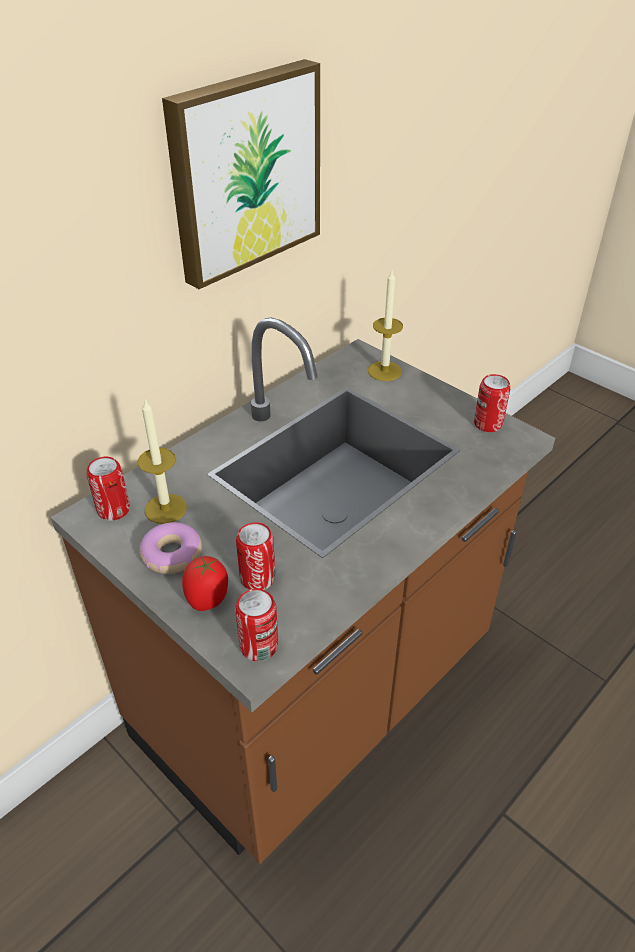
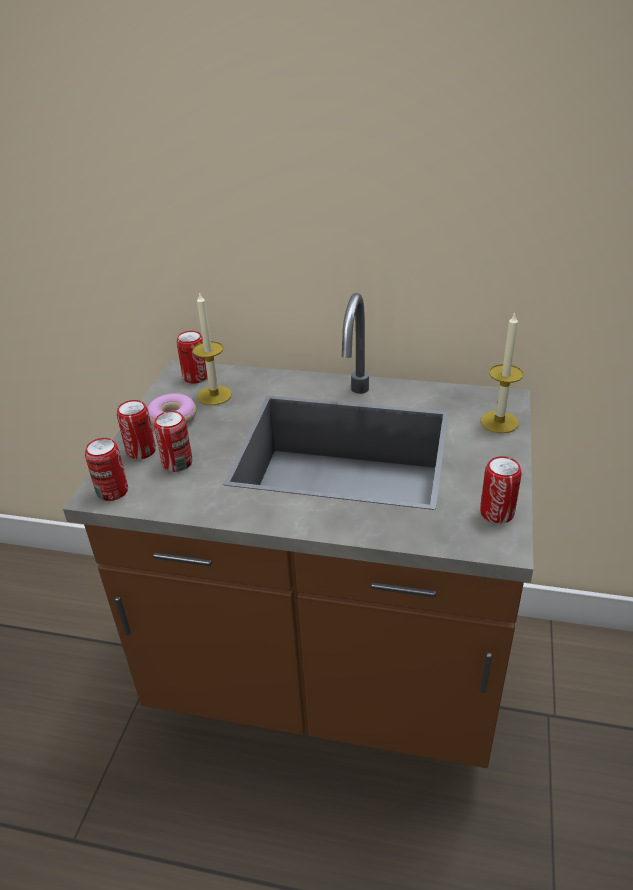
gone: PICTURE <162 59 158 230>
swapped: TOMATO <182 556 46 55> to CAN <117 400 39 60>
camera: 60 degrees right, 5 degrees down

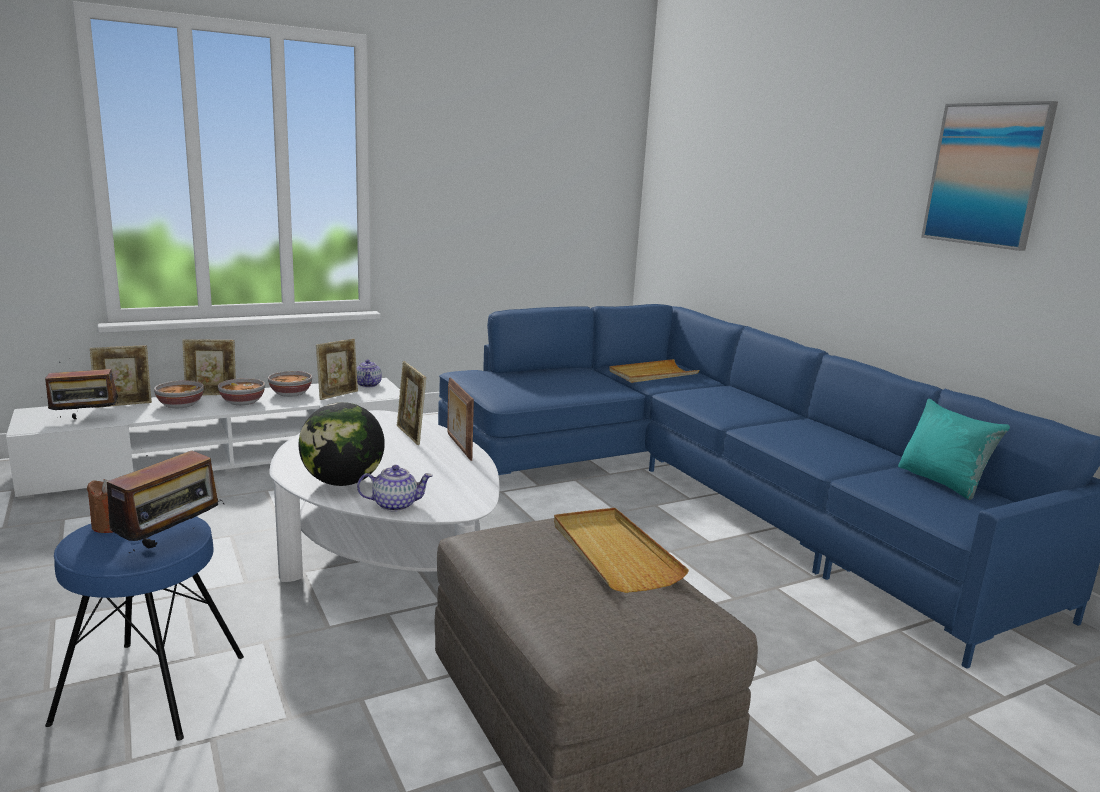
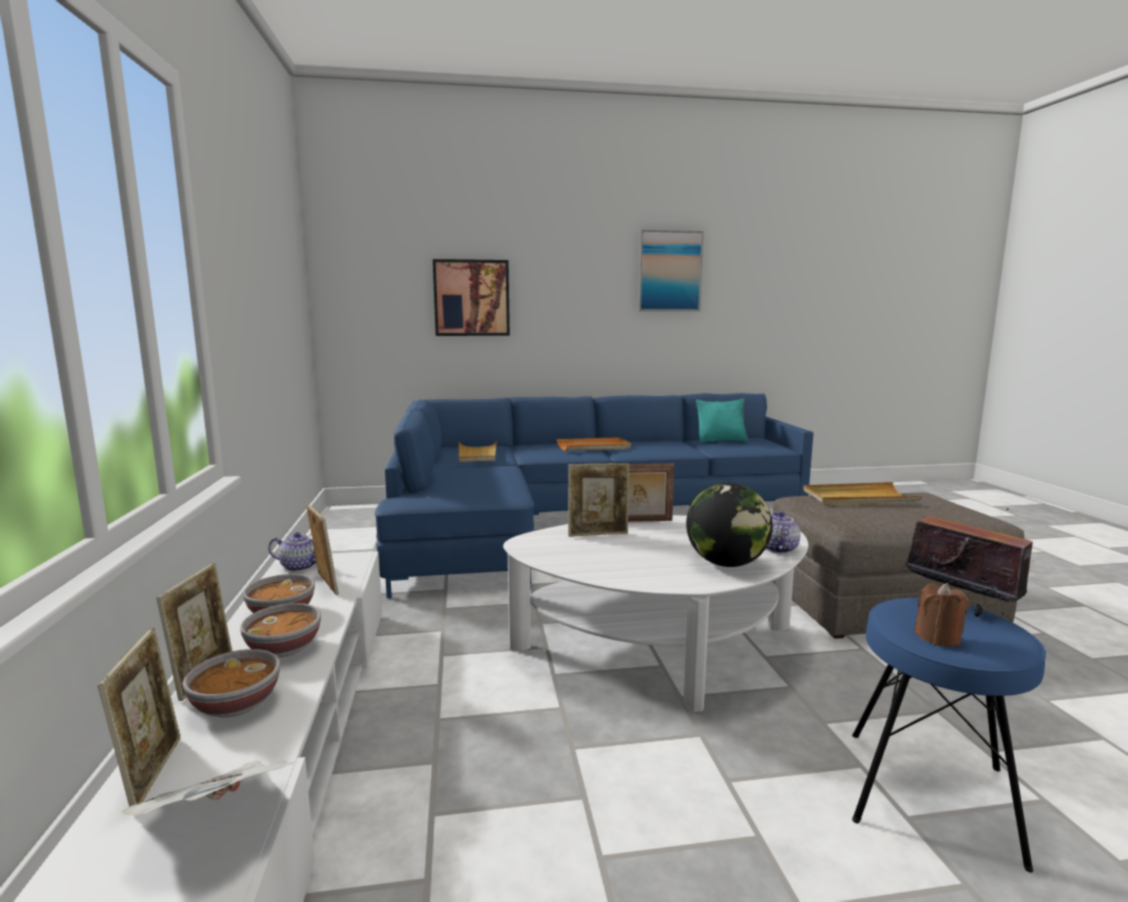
new: PICTURE <433 259 77 77>; ORANGE TRAY <557 437 74 14>
swapped: RADIO <45 369 73 50> to NEWSPAPER <121 760 175 56>
camera: 70 degrees left, 5 degrees down

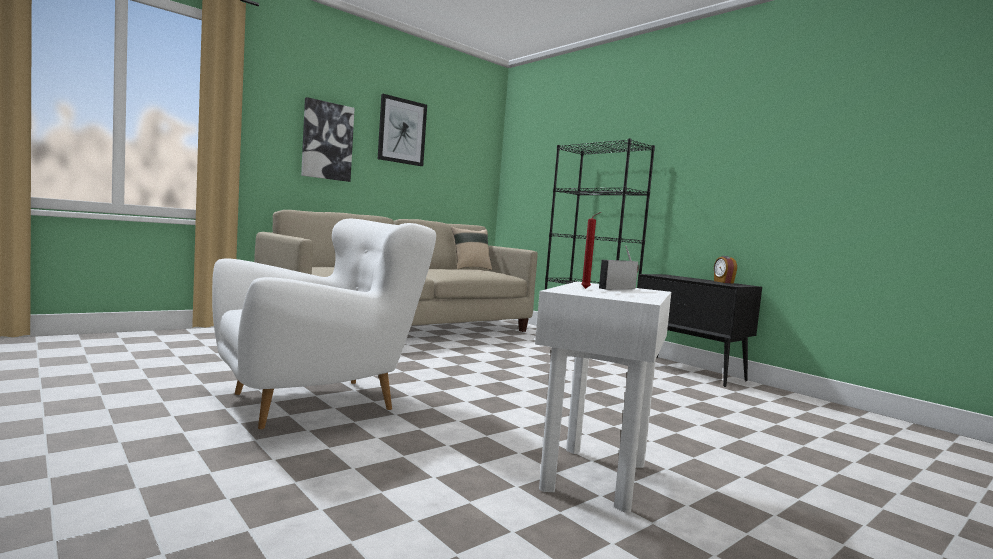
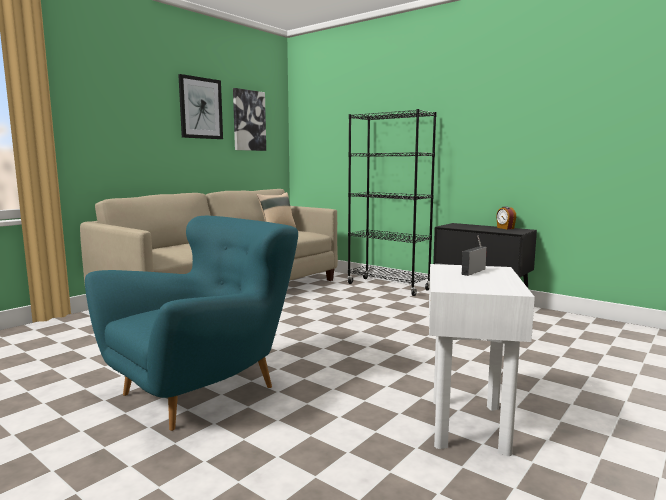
gone: RED CANDLE <581 212 20 77>
shifted: PICTURE <301 97 54 85> to <233 88 33 63>
repainted: WHITE ARMCHAIR <212 219 224 210> to TURQUOISE ARMCHAIR <85 216 213 215>
camera: 10 degrees left, 5 degrees up

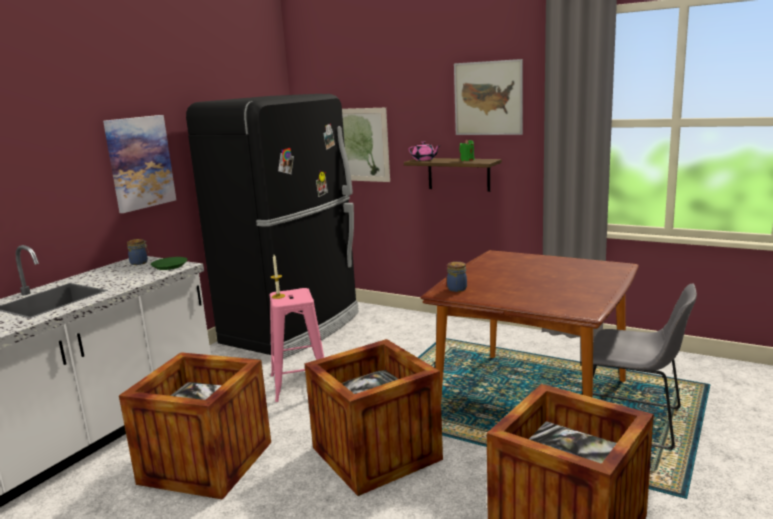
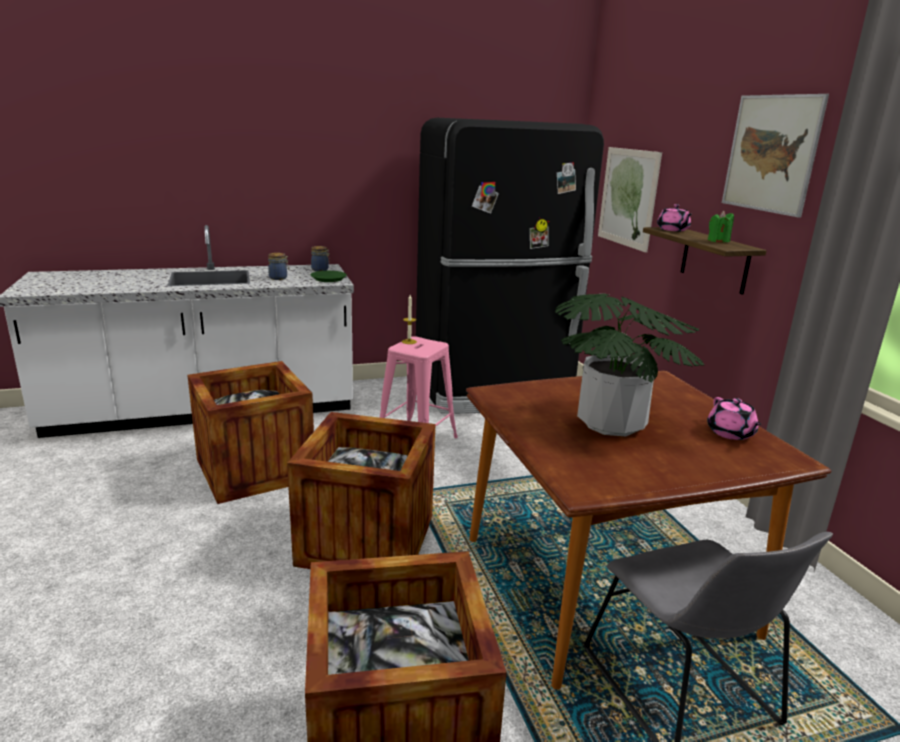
gone: PICTURE <103 115 73 98>
new: POTTED PLANT <555 293 149 143>; PINK TEAPOT <707 397 54 43>
shifted: JAR <447 262 20 30> to <268 253 21 27>
camera: 40 degrees right, 5 degrees up

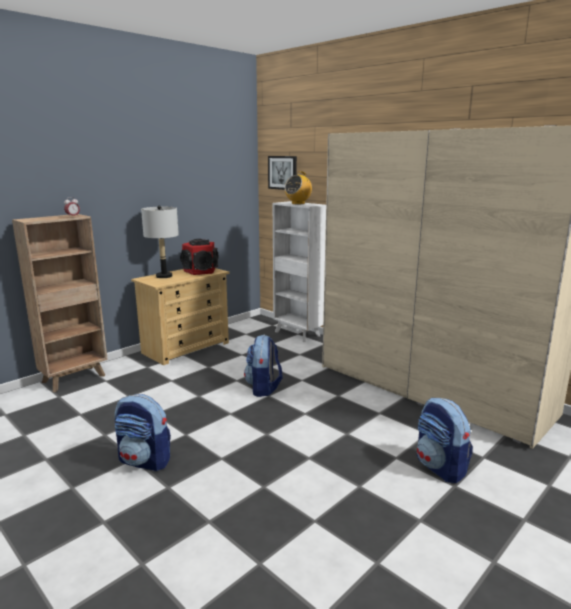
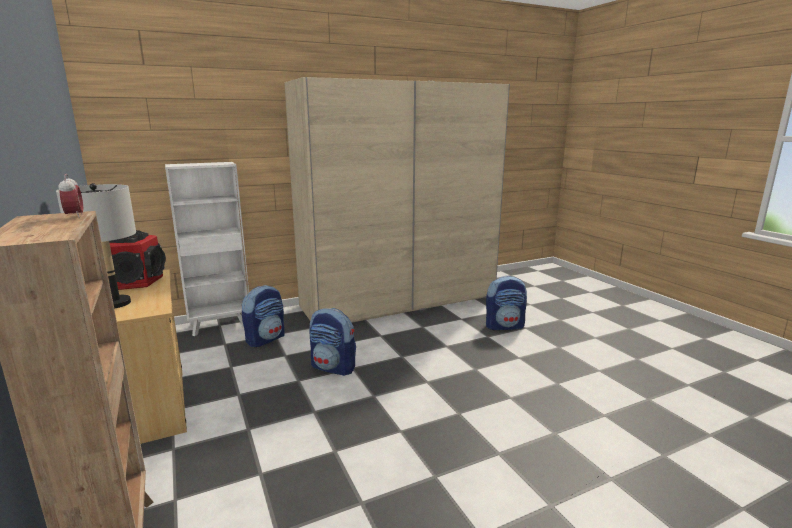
gone: PICTURE <268 156 29 34>; RADIO <285 171 27 33>
shifted: BACKPACK <115 394 56 77> to <242 285 42 62>
camera: 70 degrees left, 0 degrees up

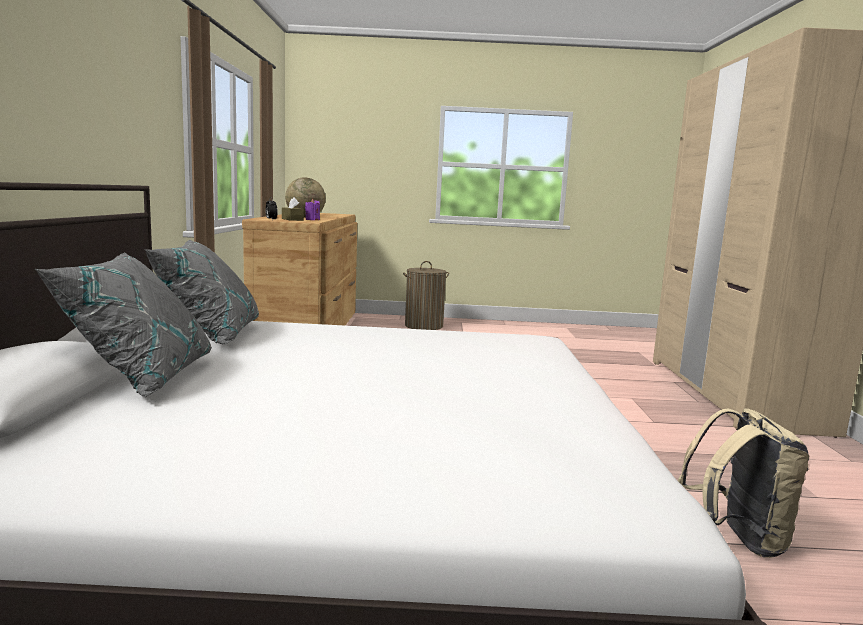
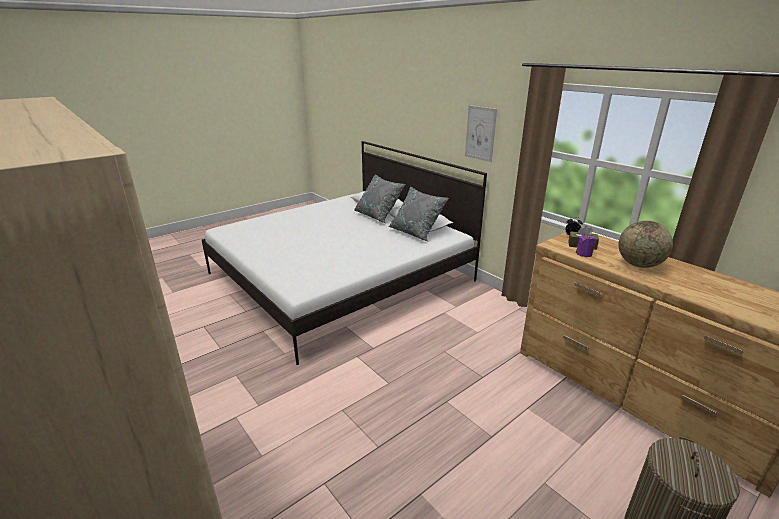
gone: BEIGE BACKPACK <678 408 131 150>
new: PICTURE <465 105 32 57>
camera: 140 degrees right, 15 degrees up

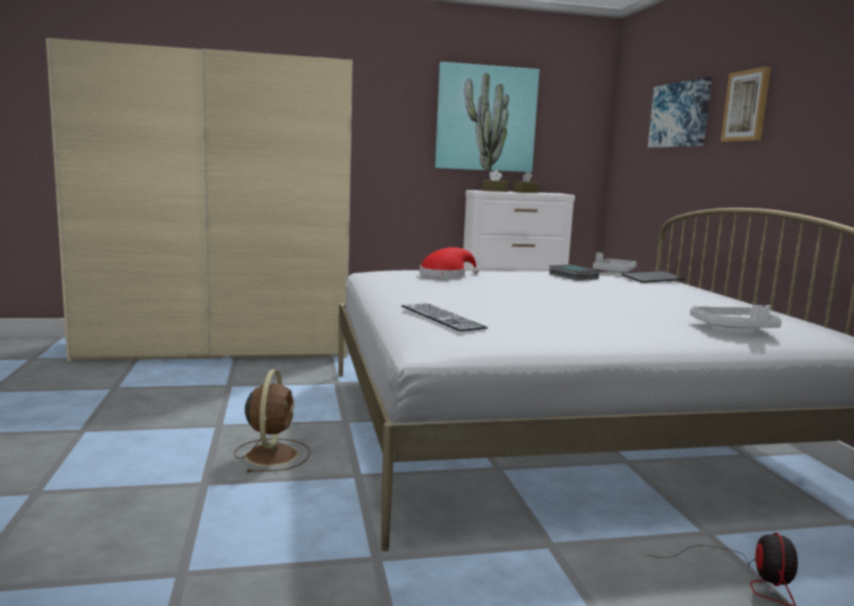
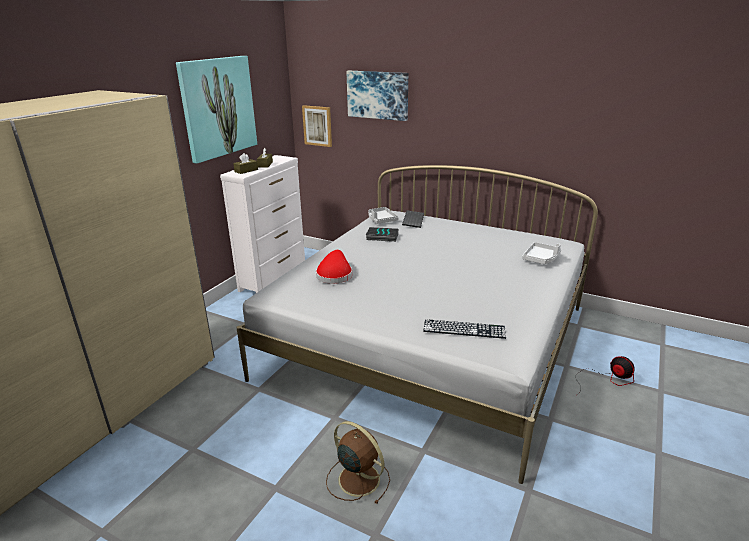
shifted: PICTURE <721 66 50 76> to <302 105 30 42>
camera: 50 degrees left, 15 degrees up

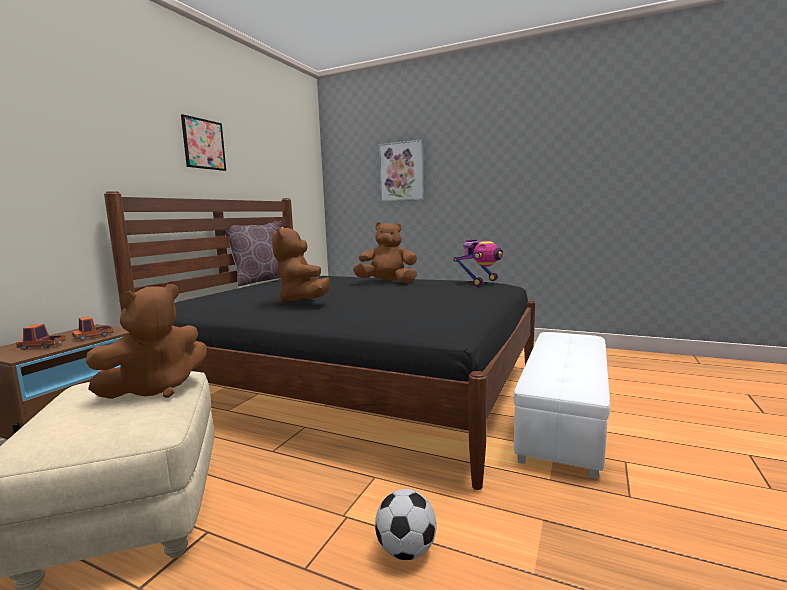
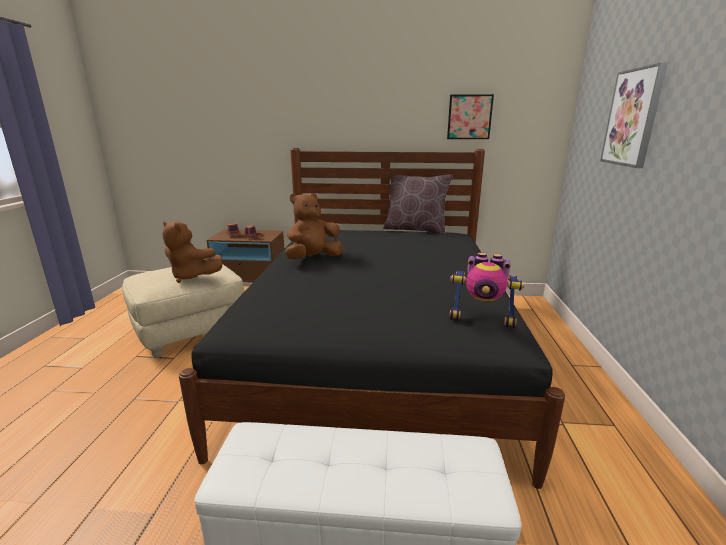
gone: BROWN PLUSH TOY <353 222 64 61>; FOOTBALL <375 489 61 71>
shifted: PICTURE <181 114 45 57> to <447 94 47 45>
camera: 70 degrees right, 10 degrees up

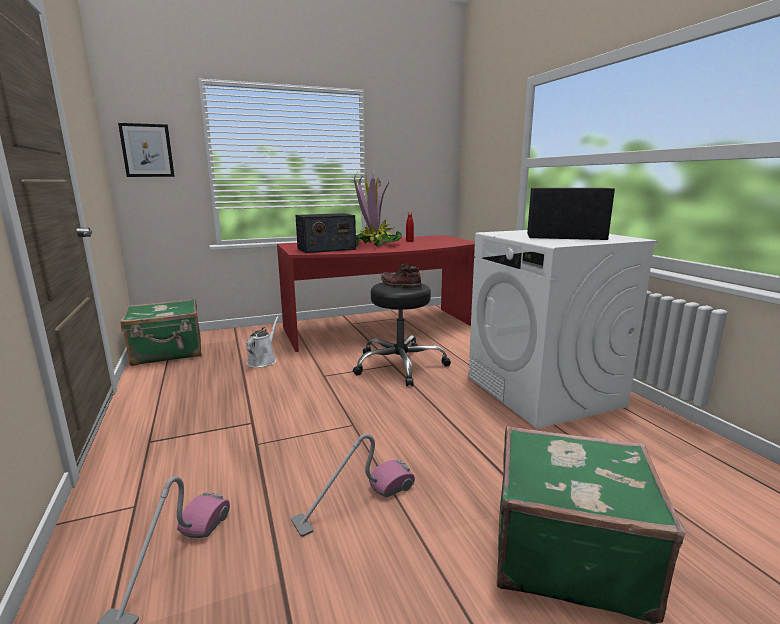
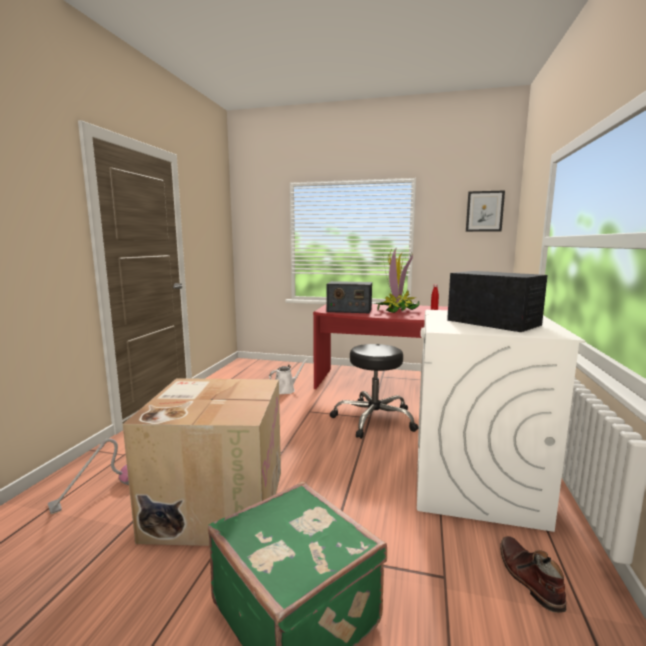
gone: GREEN SUITCASE <120 298 82 68>
shifted: PICTURE <118 123 57 54> to <466 190 39 42>; BROWN BOOT <381 264 41 25> to <500 536 66 77>
swapped: VACUUM CLEANER <291 434 124 103> to CARDBOARD BOX <123 378 158 168>
camera: 35 degrees right, 5 degrees down

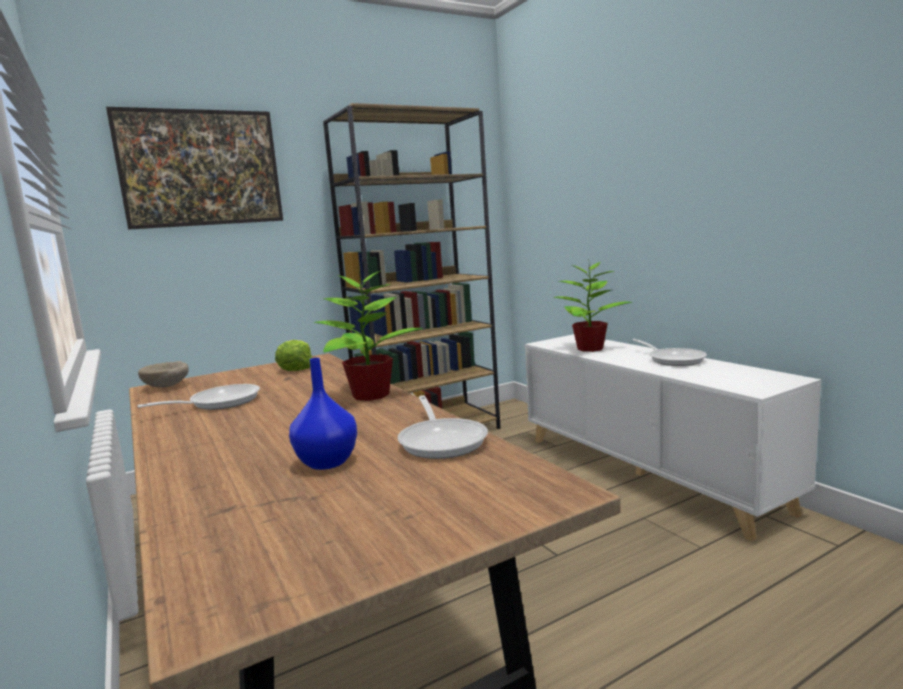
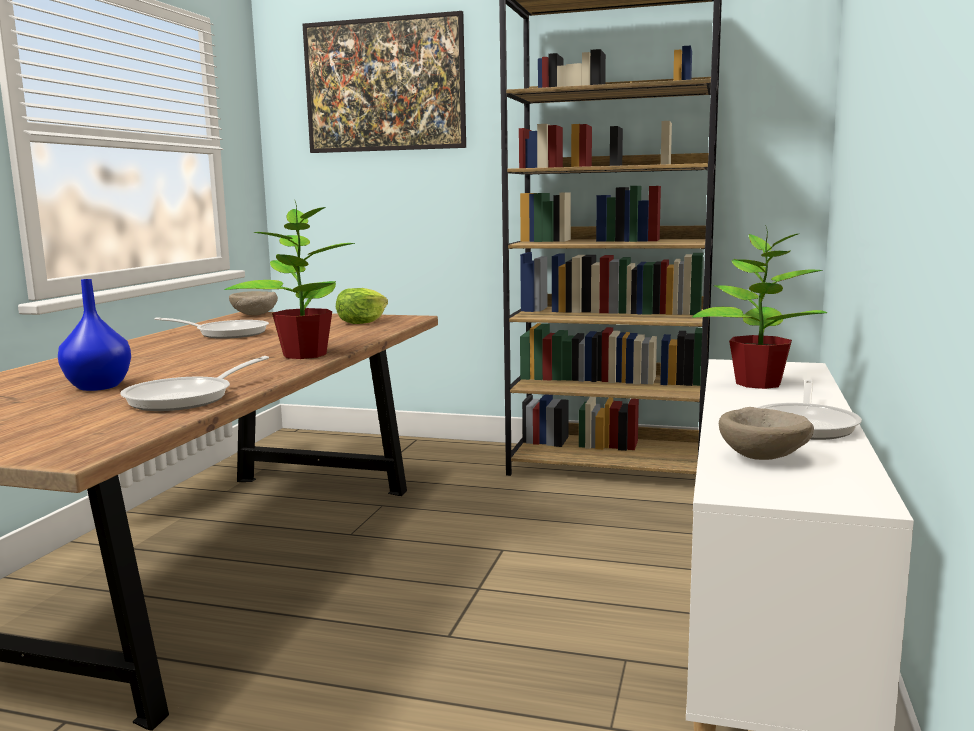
new: BEIGE BOWL <719 407 95 53>
camera: 45 degrees right, 0 degrees up

